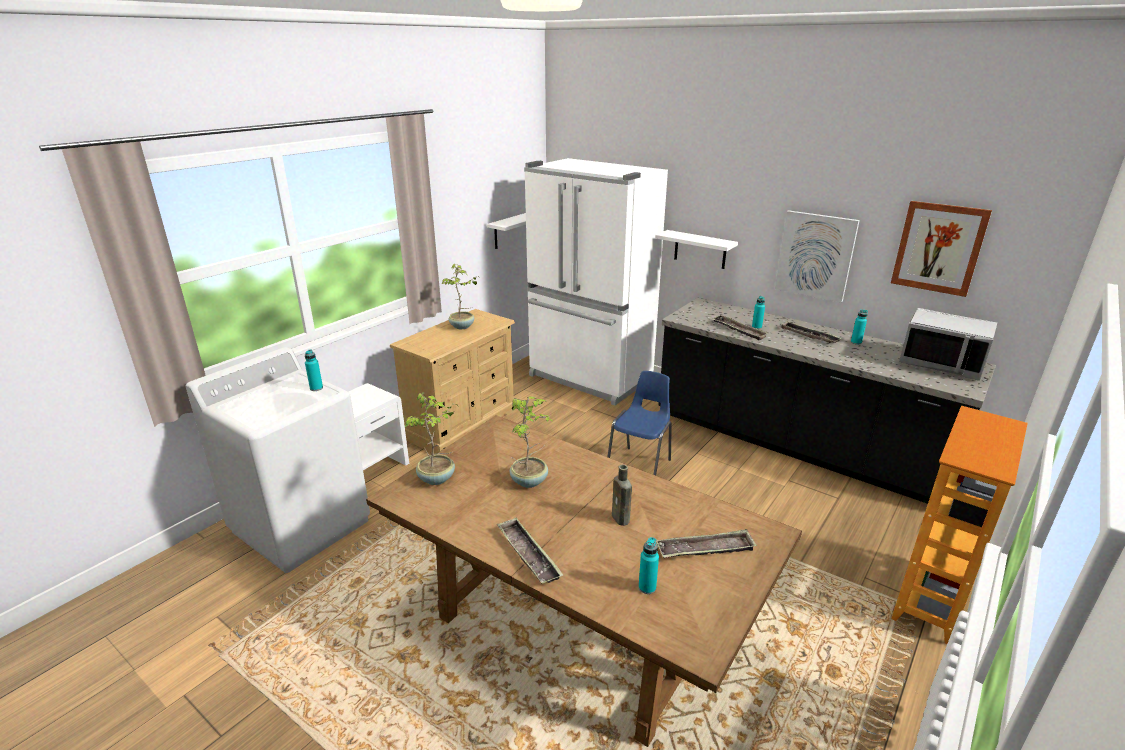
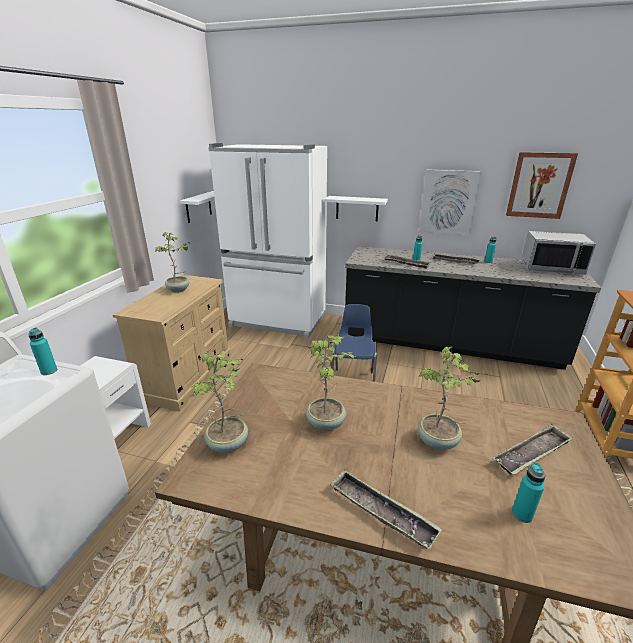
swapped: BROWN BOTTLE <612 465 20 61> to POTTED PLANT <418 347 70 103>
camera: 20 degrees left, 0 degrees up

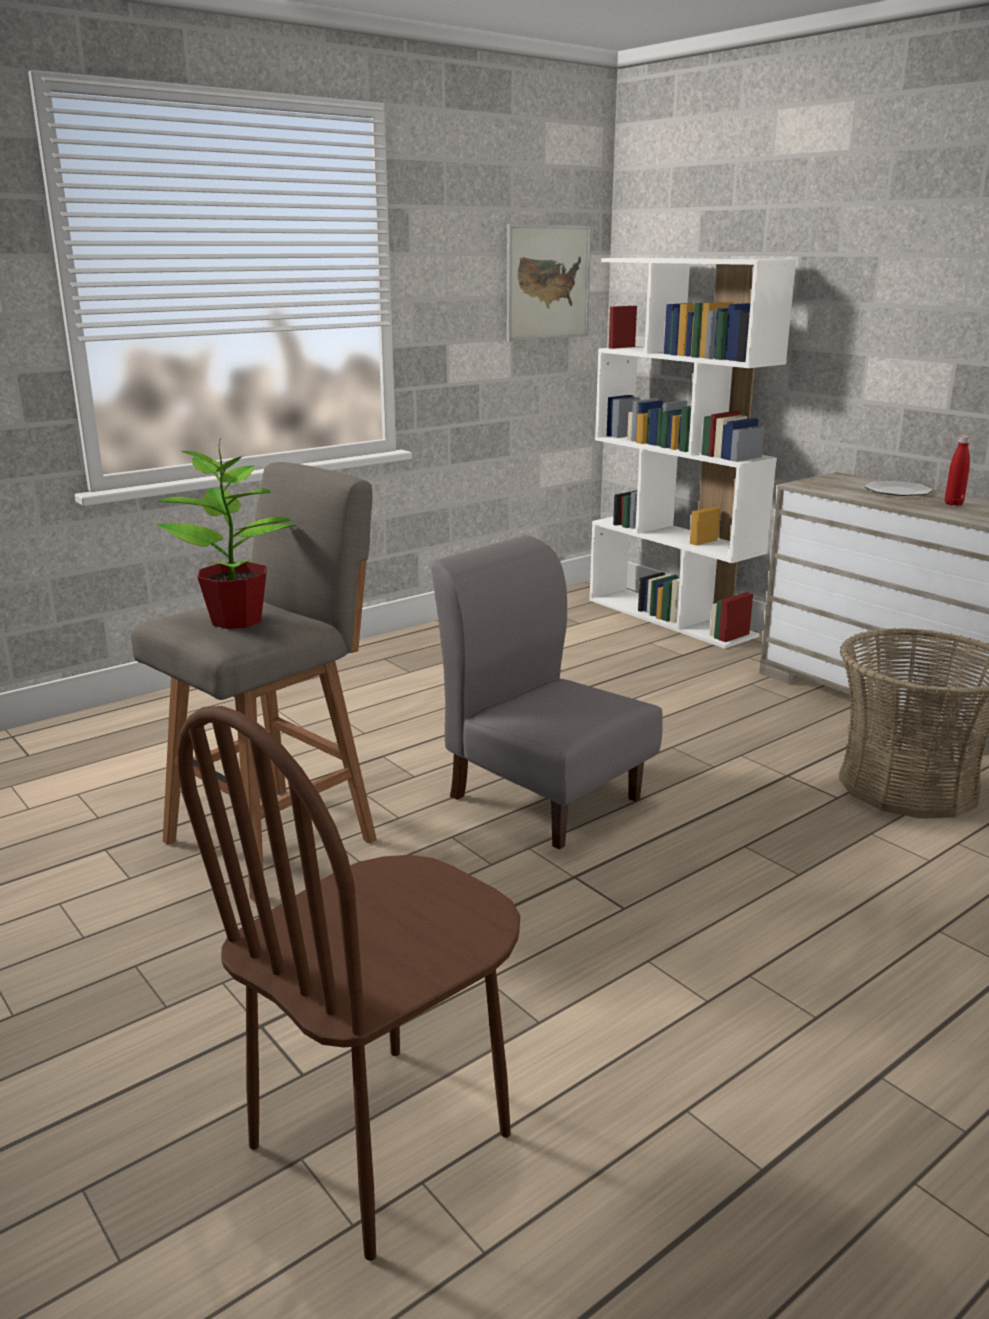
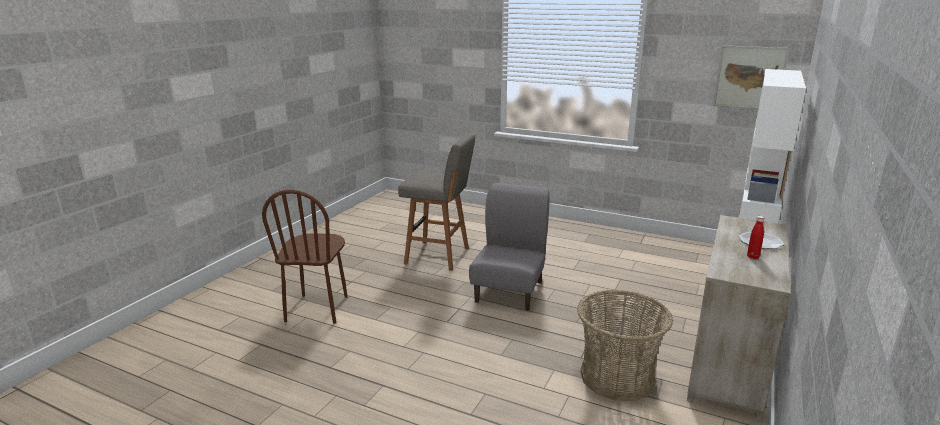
gone: POTTED PLANT <157 438 140 191>
rotated: BROWN CHAIR <177 706 343 555> = <262 189 86 135> 105 degrees counterclockwise
camera: 65 degrees right, 0 degrees up

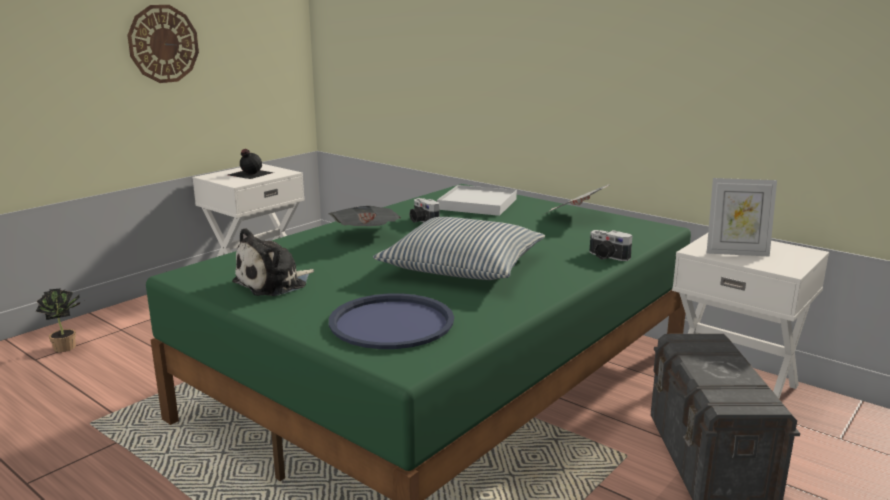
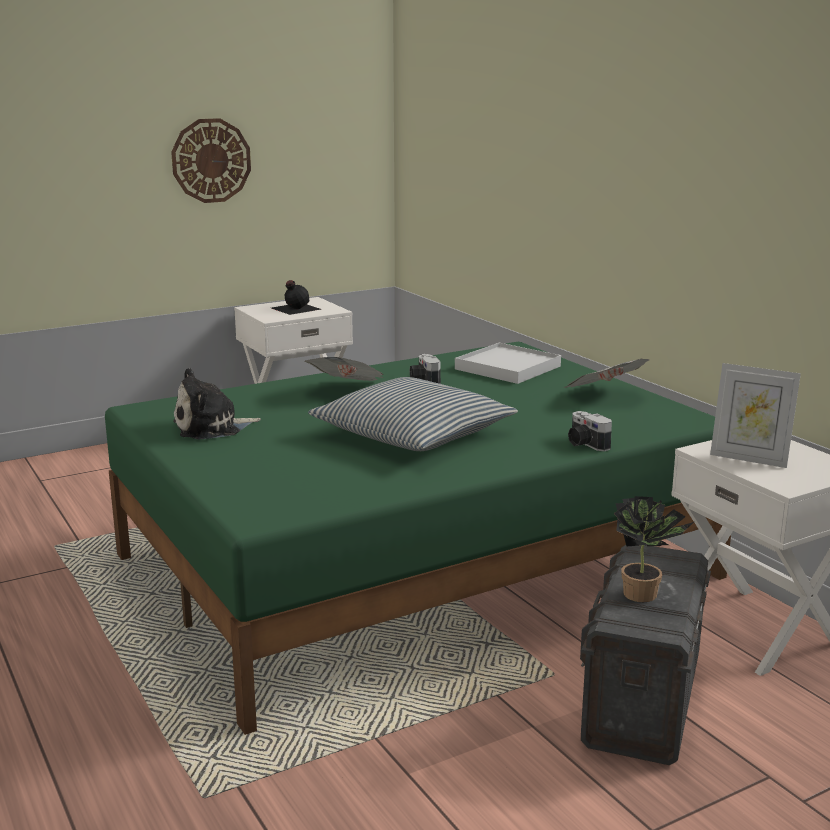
gone: BLUE TRAY <329 293 125 56>
shifted: POTTED PLANT <36 288 45 64> to <614 496 80 106>
camera: 20 degrees right, 0 degrees up

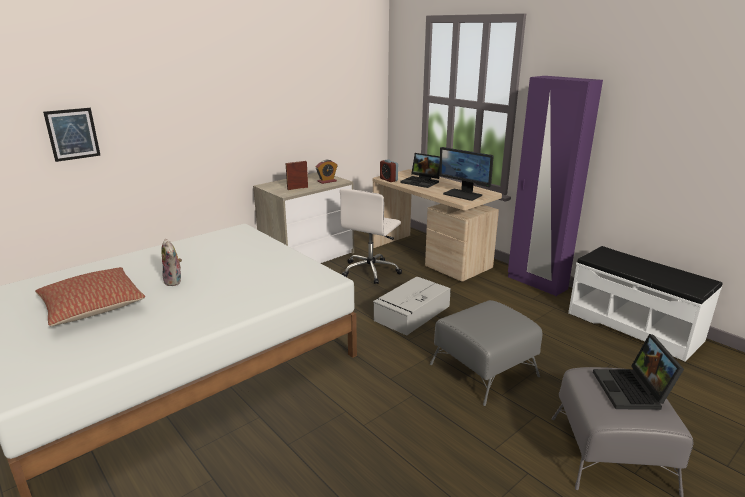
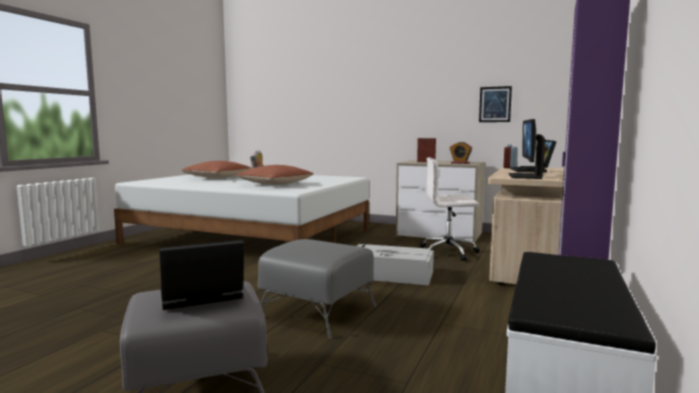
new: PILLOW <236 165 78 20>
shifted: PICTURE <43 108 58 54> to <479 86 33 36>
camera: 65 degrees right, 15 degrees down

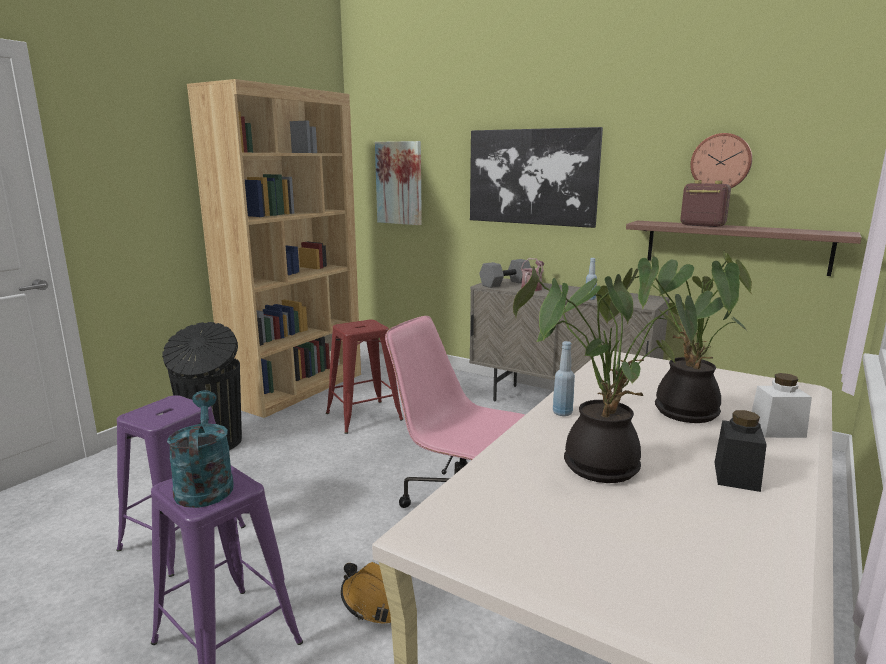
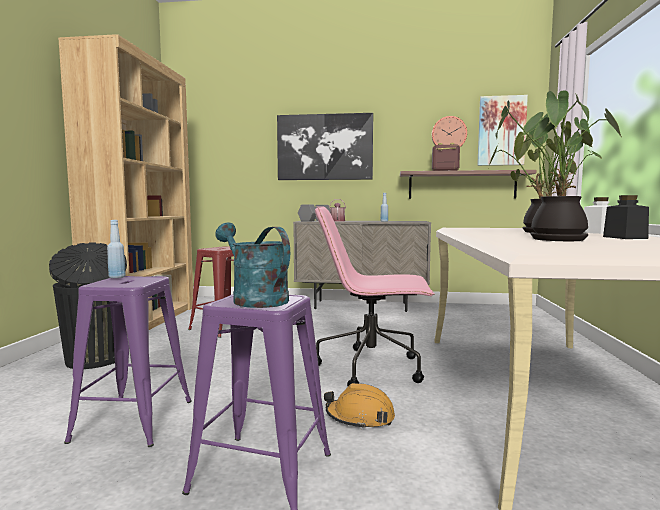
shifted: BLUE BOTTLE <553 341 22 75> to <107 220 19 58>; PICTURE <375 141 47 84> to <477 95 51 71>
camera: 25 degrees left, 10 degrees down

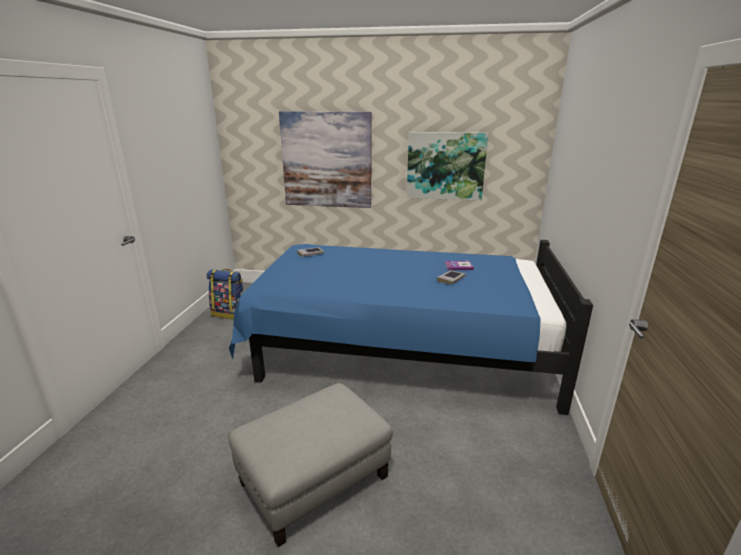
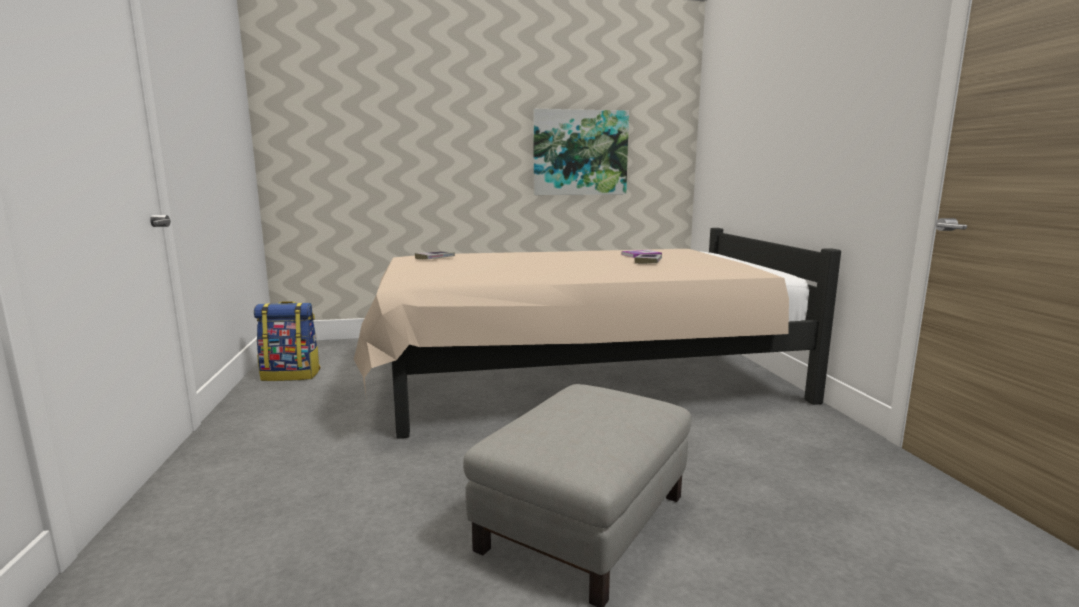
gone: PICTURE <279 111 92 97>
repainted: BLUE BED <229 240 364 175> to BEIGE BED <354 228 487 211>
camera: 20 degrees left, 10 degrees down

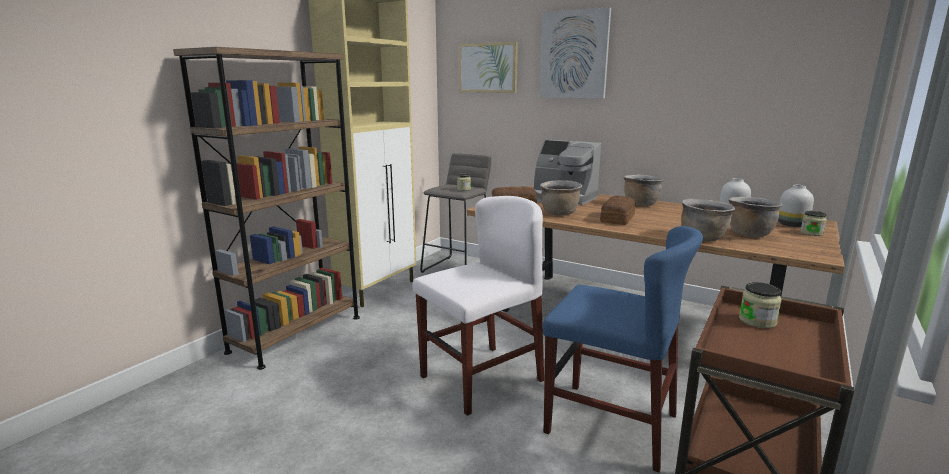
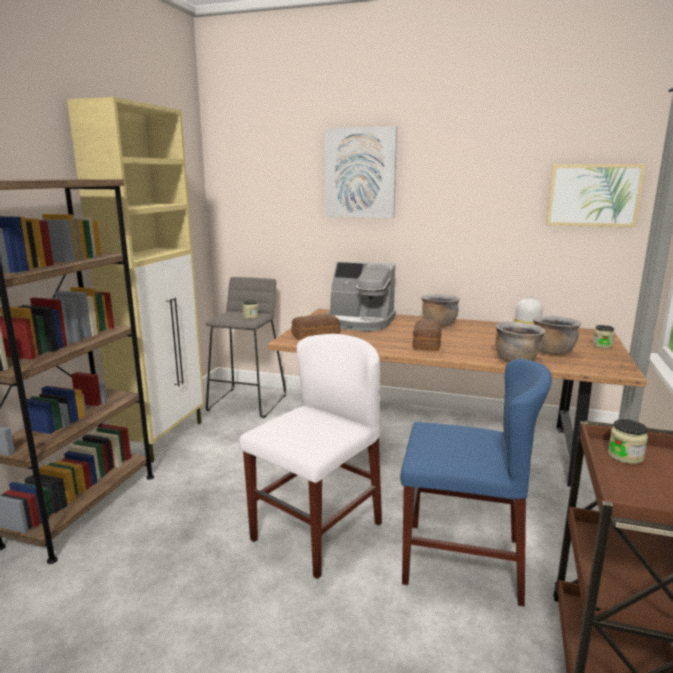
gone: BROWN COOKING POT <540 180 42 35>; WHITE VASE <778 185 36 42>
shifted: PICTURE <459 42 59 51> to <546 164 100 64>
camera: 15 degrees left, 0 degrees up

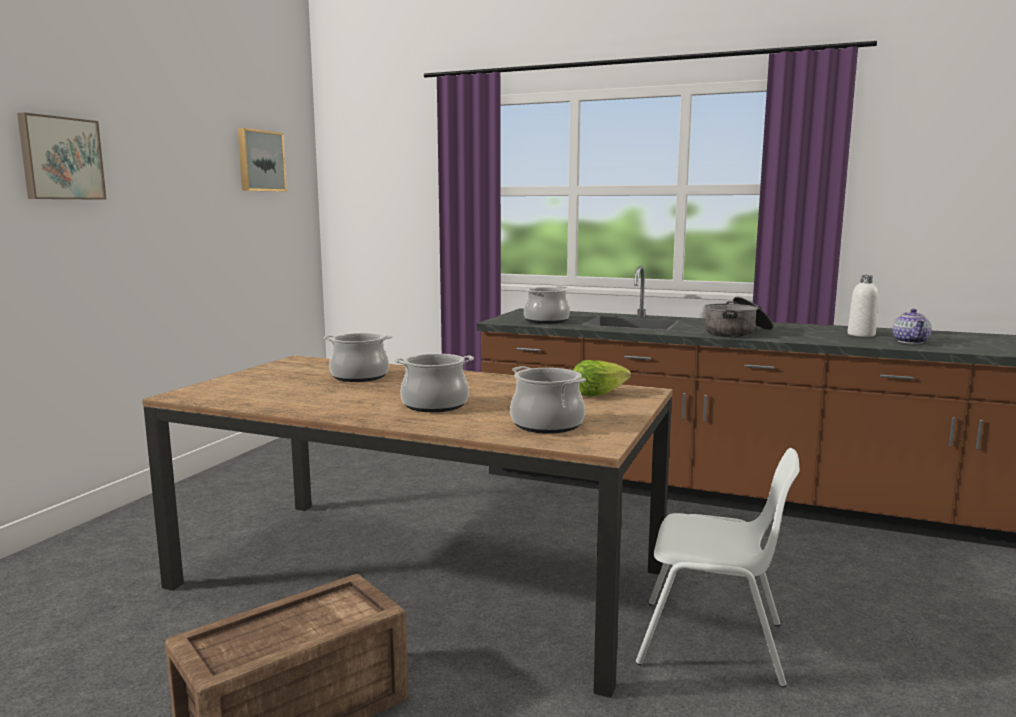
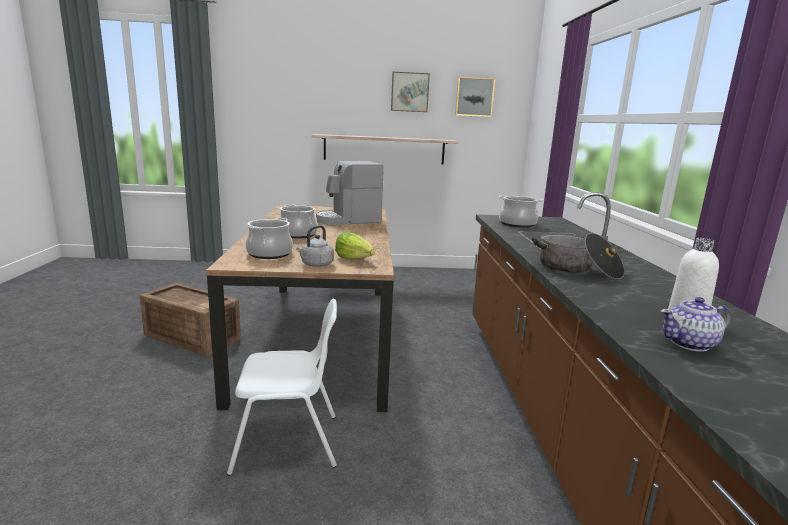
new: GREY KETTLE <296 225 38 42>; SHELF <311 134 147 31>
shifted: PICTURE <17 112 89 88> to <391 72 39 40>
swapped: COOKING POT <324 333 68 49> to COFFEE MACHINE <316 161 68 64>
rotated: WHITE CHAIR <636 448 164 239> = <227 299 110 177> 90 degrees counterclockwise
camera: 65 degrees right, 5 degrees up

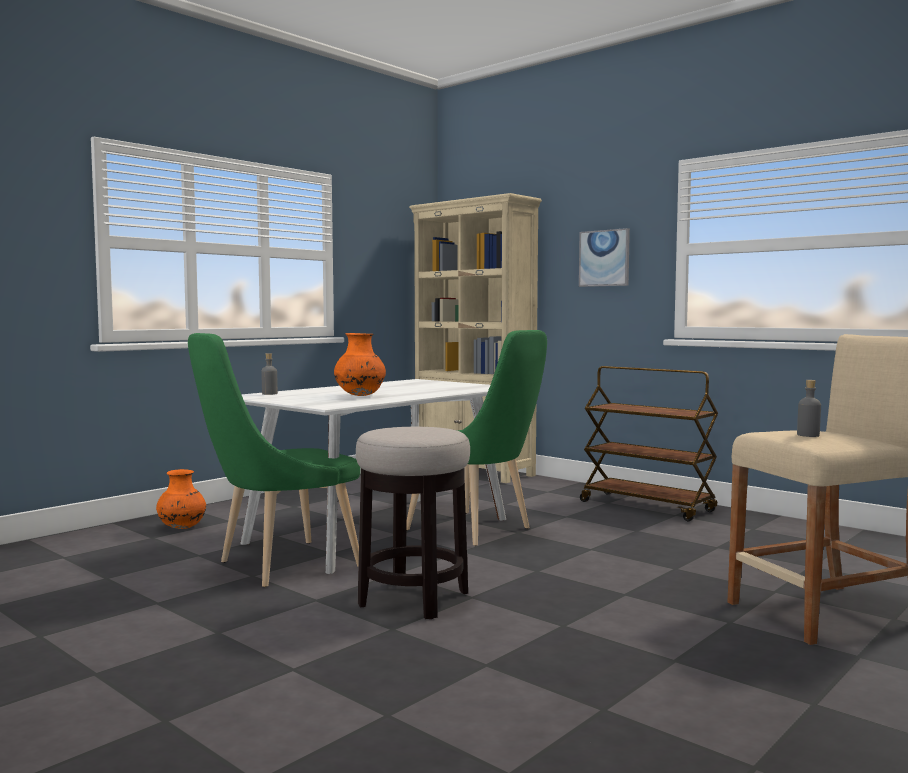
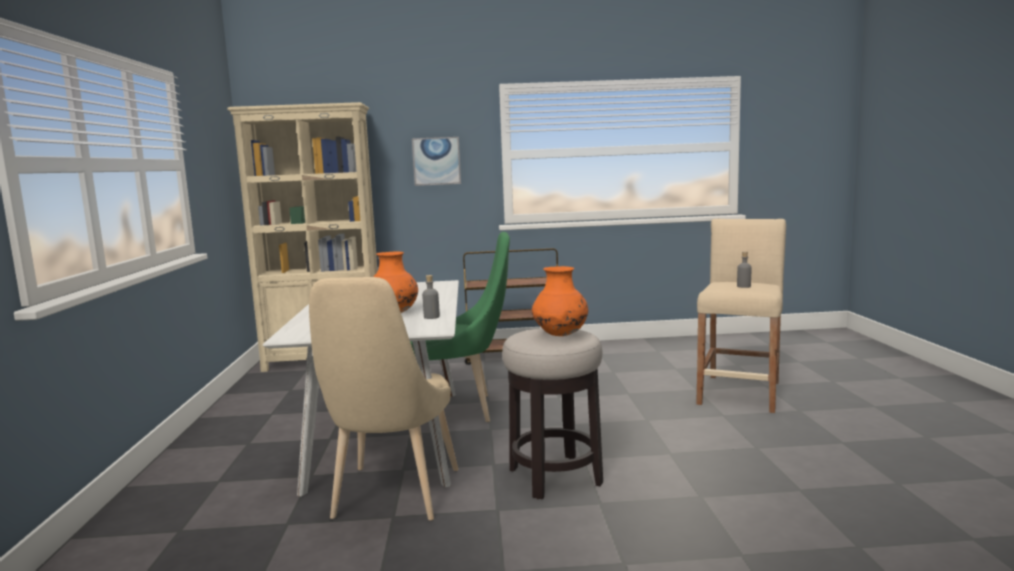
shifted: GREY BOTTLE <261 353 17 42> to <422 275 18 44>; ORANGE VASE <156 469 50 60> to <532 266 56 70>
repainted: GREEN CHAIR <188 333 172 254> to BEIGE CHAIR <309 277 149 243>
camera: 45 degrees left, 5 degrees up

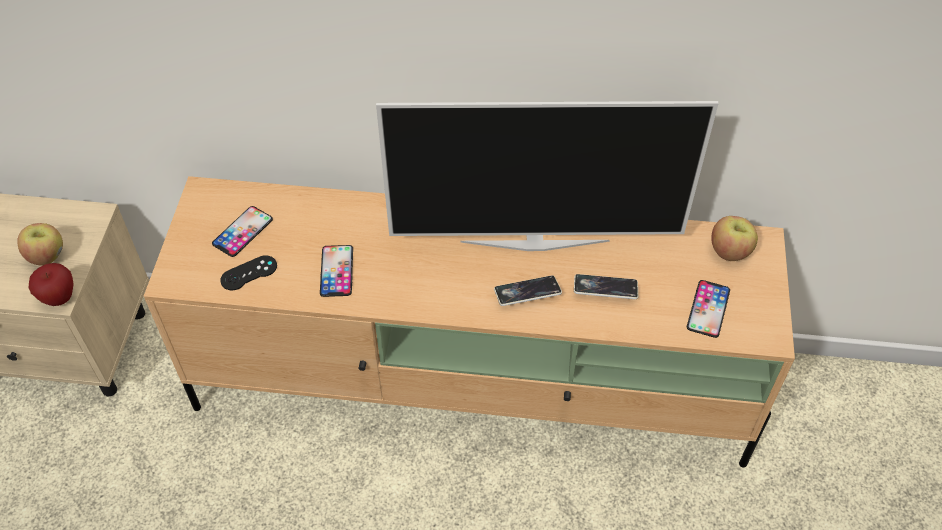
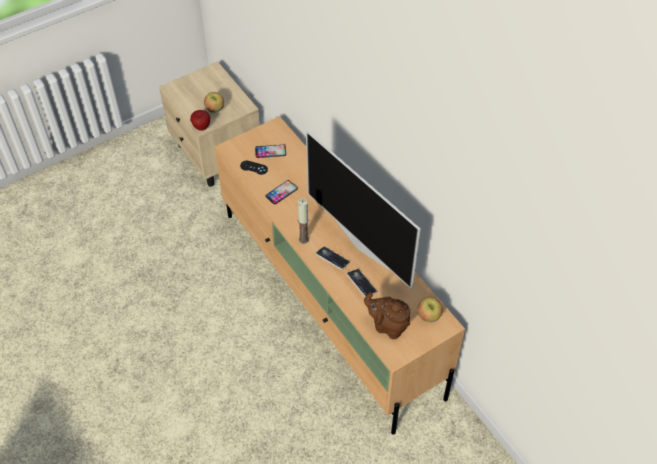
new: CANDLE <298 198 11 46>
swapped: PHONE <687 280 43 58> to BROWN TEAPOT <364 292 46 47>
camera: 50 degrees right, 0 degrees up

